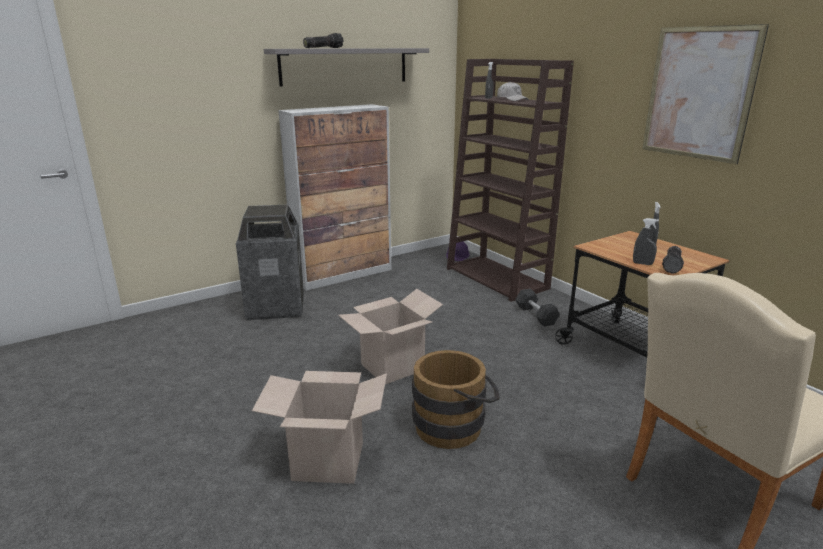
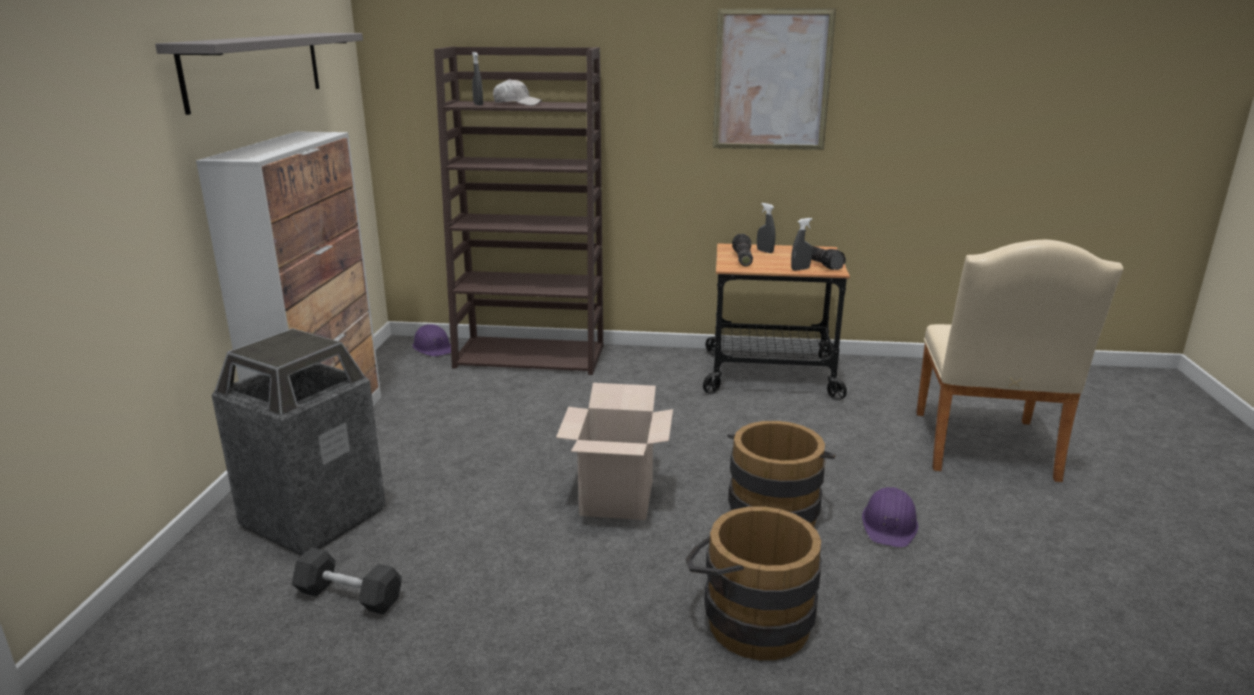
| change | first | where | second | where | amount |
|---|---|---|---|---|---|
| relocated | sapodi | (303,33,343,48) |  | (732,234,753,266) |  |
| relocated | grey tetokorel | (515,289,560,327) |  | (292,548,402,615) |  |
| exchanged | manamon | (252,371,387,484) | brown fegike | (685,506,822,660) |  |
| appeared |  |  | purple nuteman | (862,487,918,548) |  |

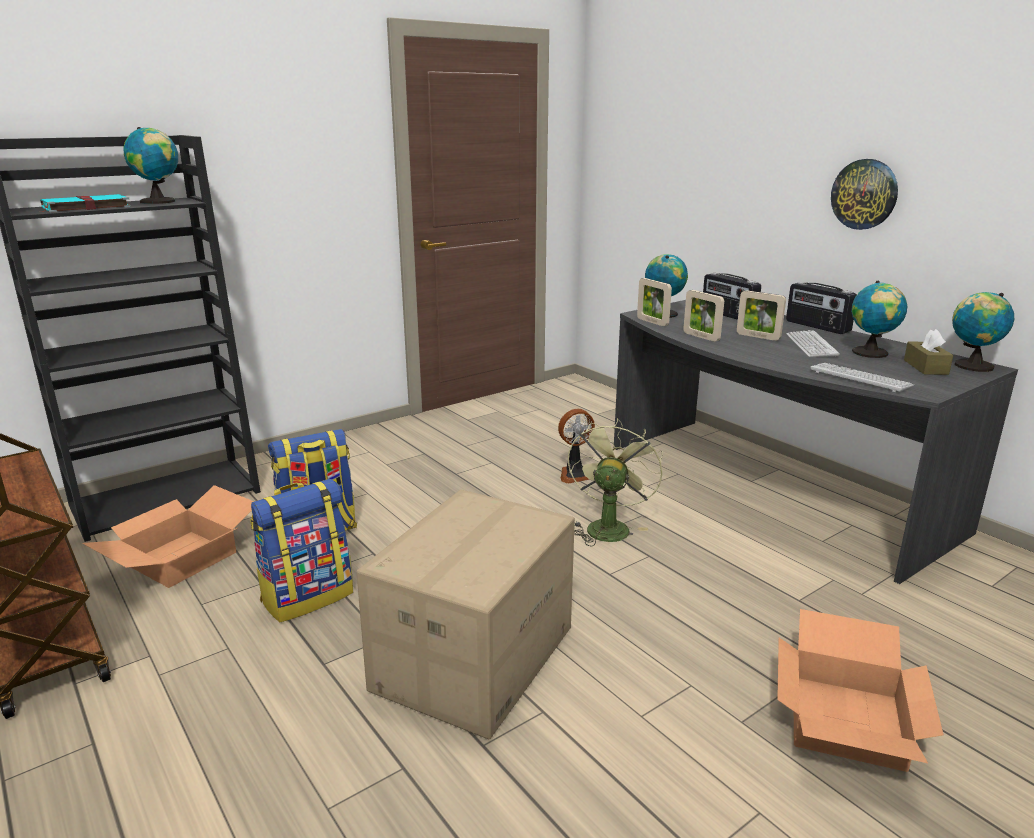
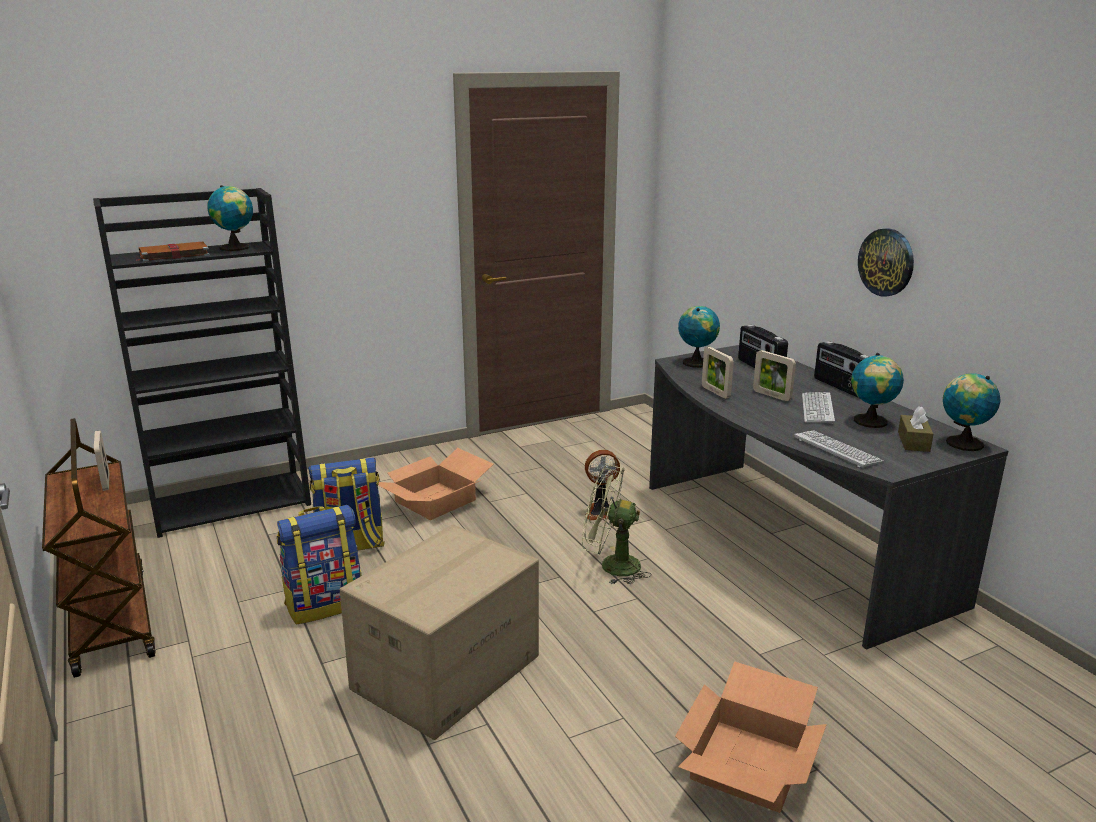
| change | first | where | second | where | amount |
|---|---|---|---|---|---|
| colour | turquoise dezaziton | (40,194,131,212) | brown dezaziton | (136,242,210,262) |  |
| relocated | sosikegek | (637,278,672,326) |  | (94,430,109,491) |  |
| spun | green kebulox | (568,418,663,547) |  | (582,464,652,584) | 105 degrees counterclockwise |
| relocated | manamon | (82,485,254,588) |  | (378,448,493,520) |  |

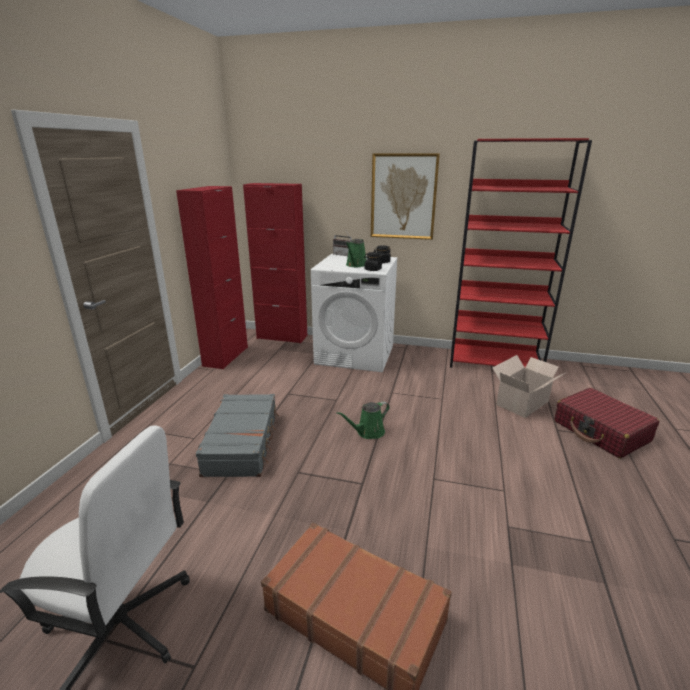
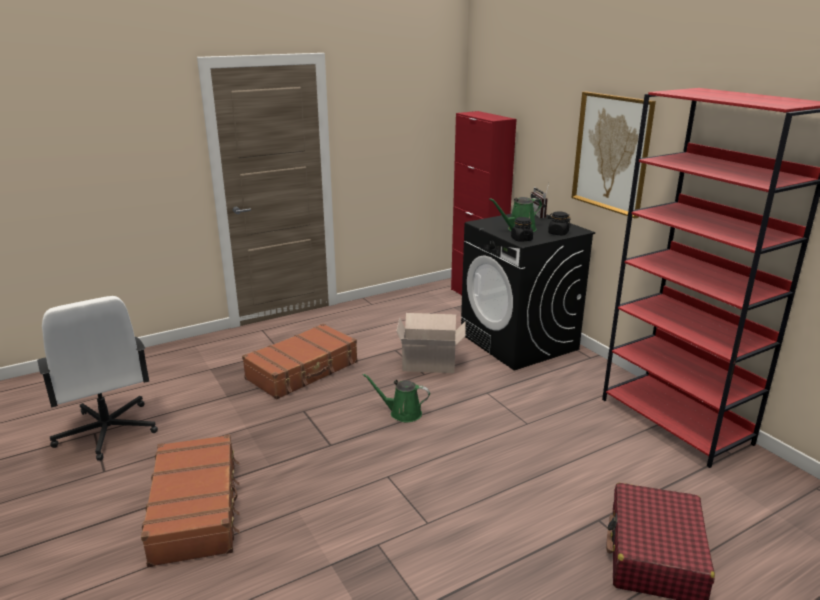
| change | first | where | second | where | amount |
|---|---|---|---|---|---|
| missing | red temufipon | (176,186,248,369) |  |  |  |
| colour | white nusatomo | (311,254,398,372) | black nusatomo | (461,214,595,371) |  |
| relocated | manamon | (493,355,565,418) |  | (396,313,465,373) |  |
| colour | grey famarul | (196,394,279,477) | brown famarul | (242,323,358,399) |  |

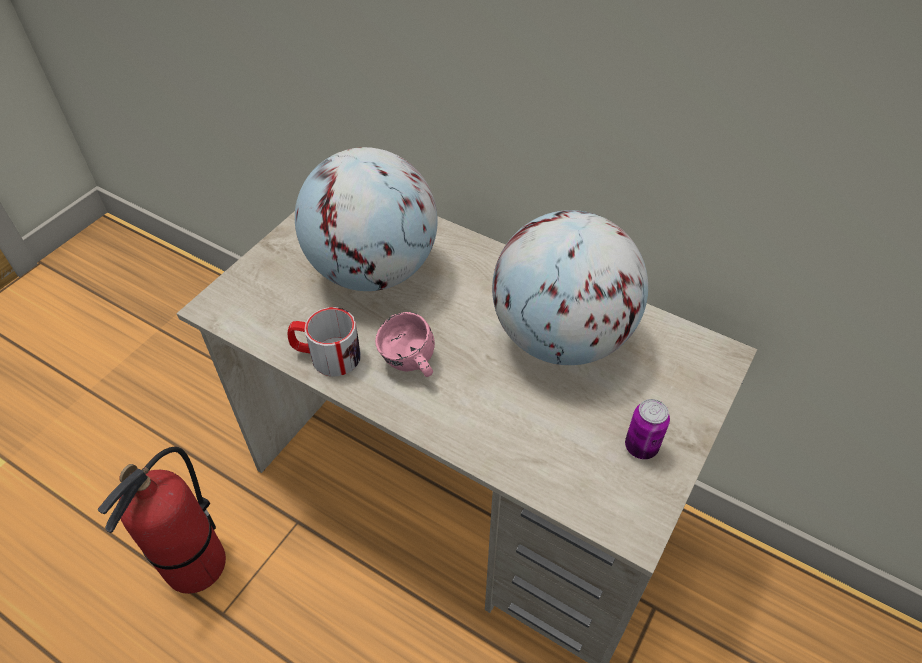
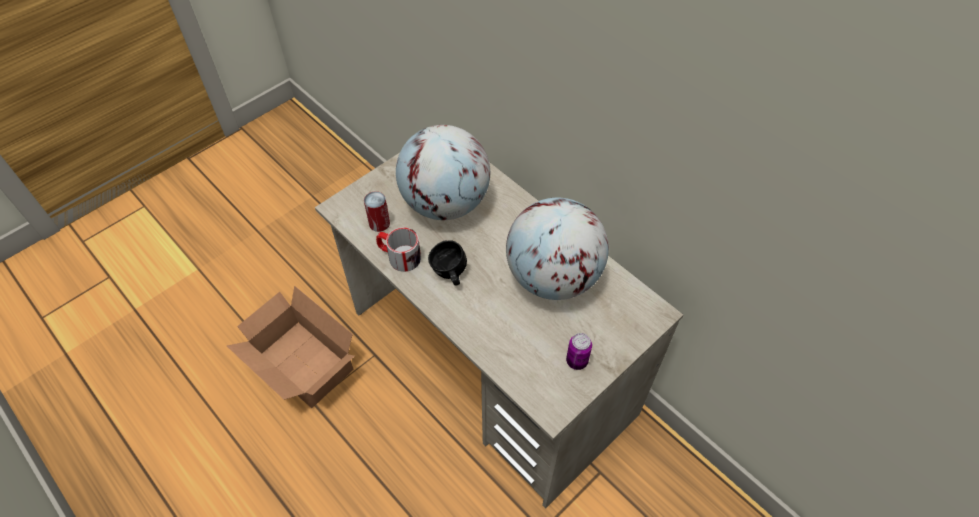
| change | first | where | second | where | amount |
|---|---|---|---|---|---|
| colour | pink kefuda | (375,312,435,377) | black kefuda | (428,240,467,286) |  |
| exchanged | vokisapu | (98,447,226,594) | manamon | (227,286,354,408) |  |
| appeared |  |  | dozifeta | (364,191,390,232) |  |

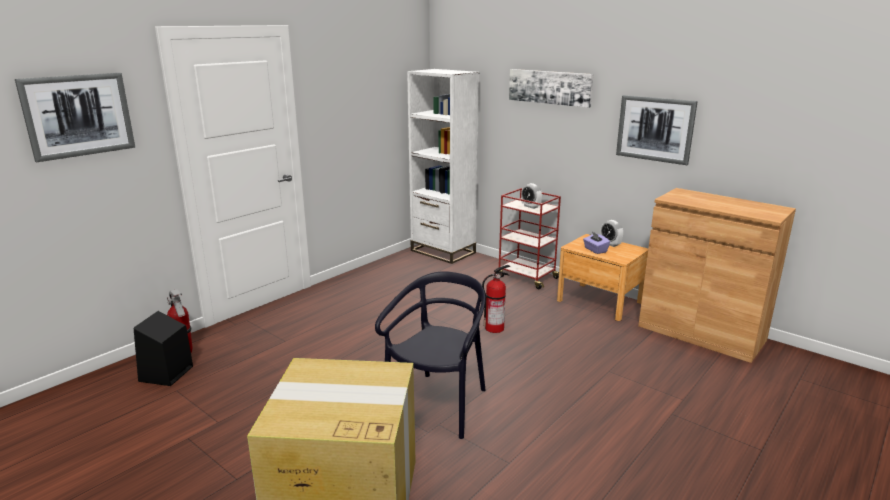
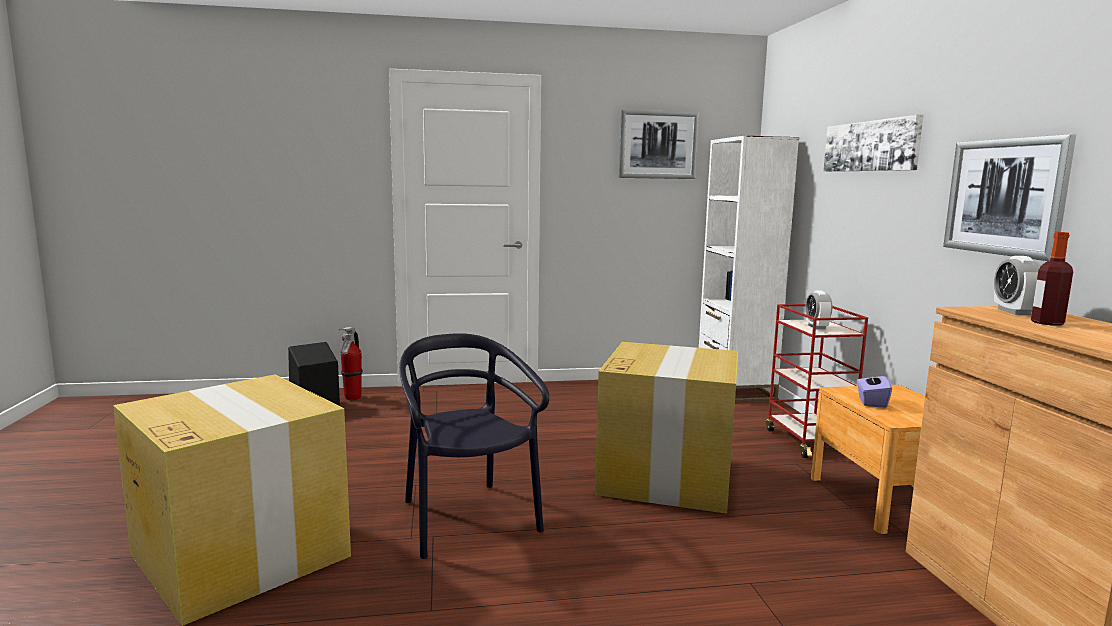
| change | first | where | second | where | amount |
|---|---|---|---|---|---|
| relocated | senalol | (15,73,135,162) |  | (619,110,699,179) |  |
| relocated | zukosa | (600,220,623,247) |  | (994,256,1041,315) |  |
| exchanged | vokisapu | (482,265,510,333) | manamon | (595,342,738,514) |  |
| spun | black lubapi | (375,271,486,439) |  | (399,333,549,559) | 90 degrees counterclockwise |
| appeared |  |  | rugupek | (1031,232,1073,326) |  |

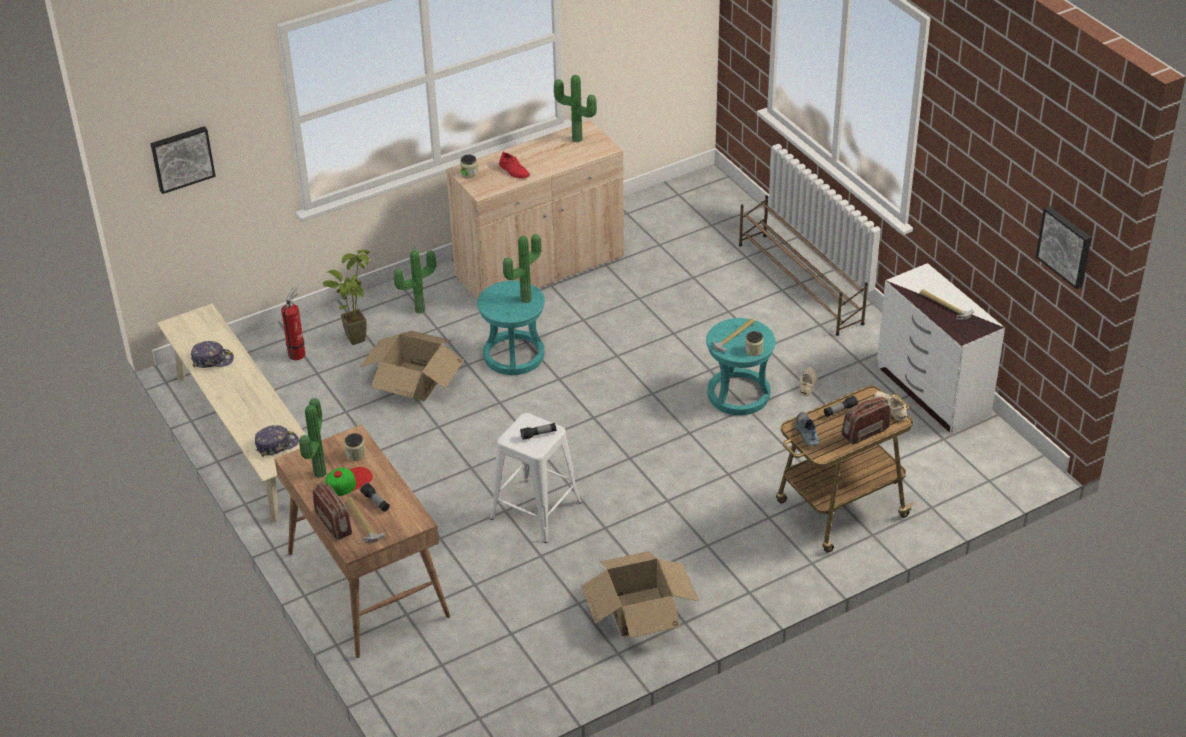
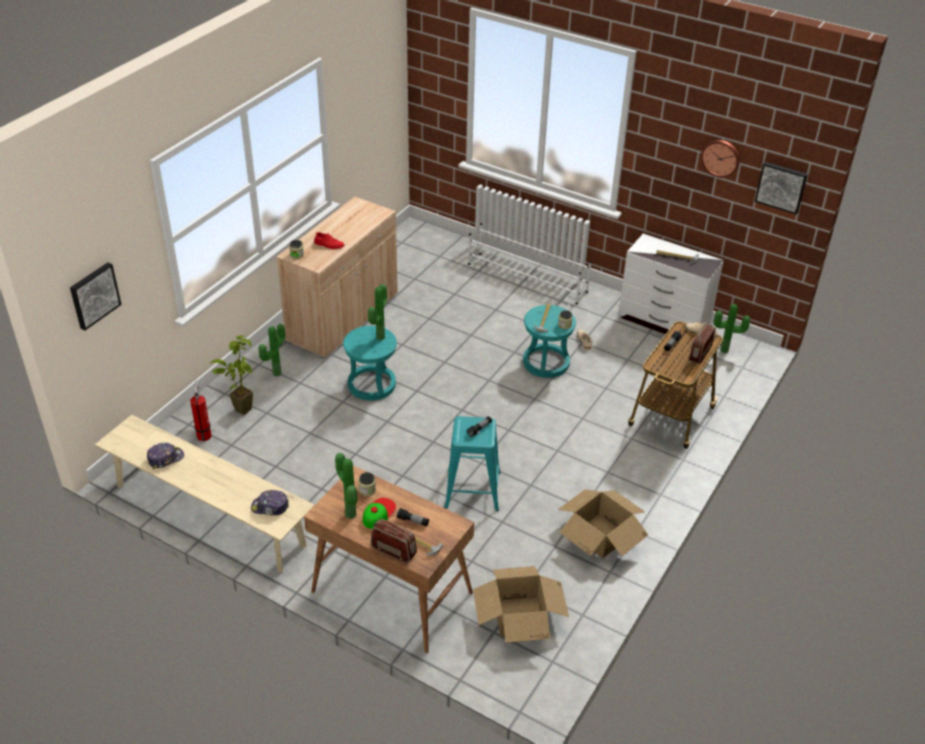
| change | first | where | second | where | amount |
|---|---|---|---|---|---|
| relocated | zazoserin | (554,75,597,143) |  | (713,304,750,353) |  |
| colour | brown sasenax | (739,195,868,336) | white sasenax | (468,223,591,305) |  |
| relocated | manamon | (360,331,464,401) |  | (473,566,569,643) |  |
| missing | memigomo | (795,411,819,446) |  |  |  |
| colour | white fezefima | (490,413,582,543) | turquoise fezefima | (444,416,501,512) |  |
| spun | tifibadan | (255,425,299,457) |  | (251,490,289,516) | 120 degrees counterclockwise |
| appeared |  |  | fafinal | (701,140,740,178) |  |

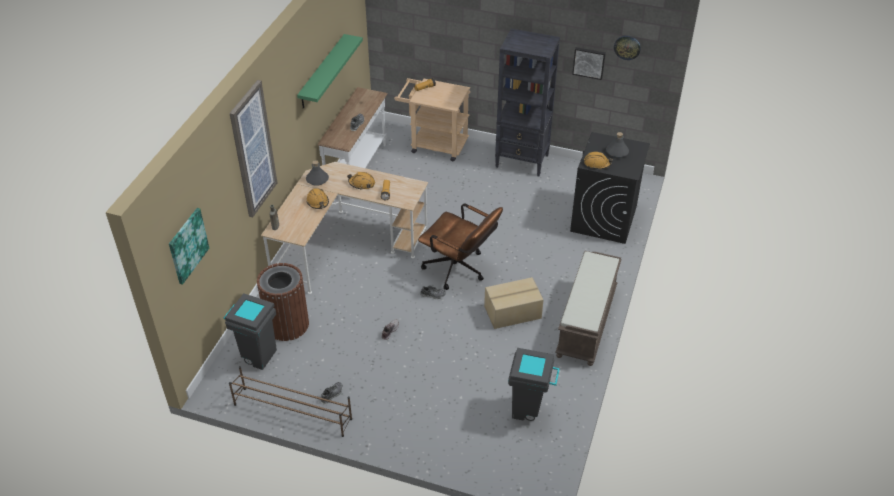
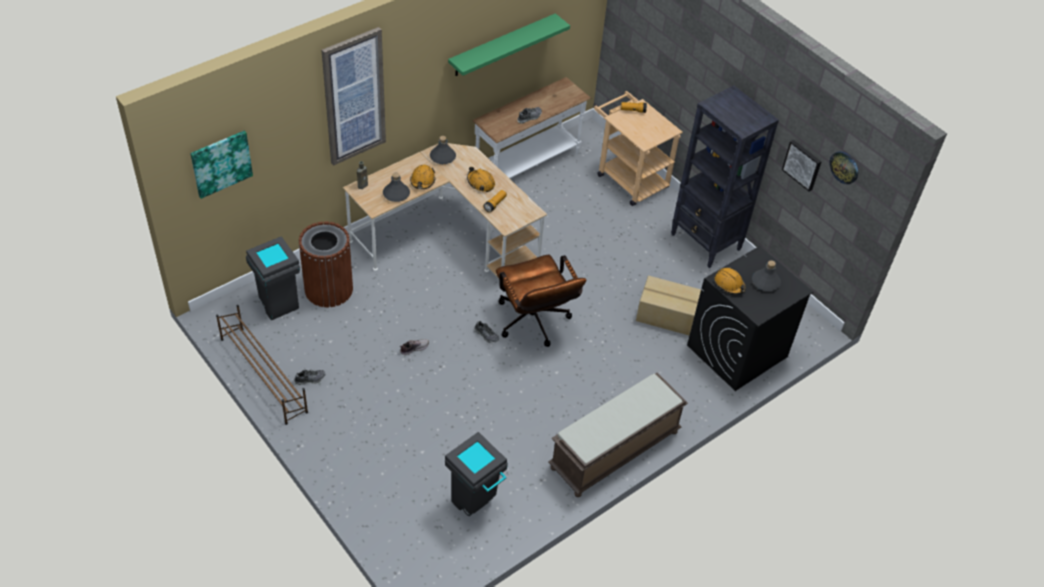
| change | first | where | second | where | amount |
|---|---|---|---|---|---|
| relocated | manamon | (484,277,544,329) |  | (636,276,701,335) |  |
| appeared |  |  | grey rugupek | (383,173,410,202) |  |

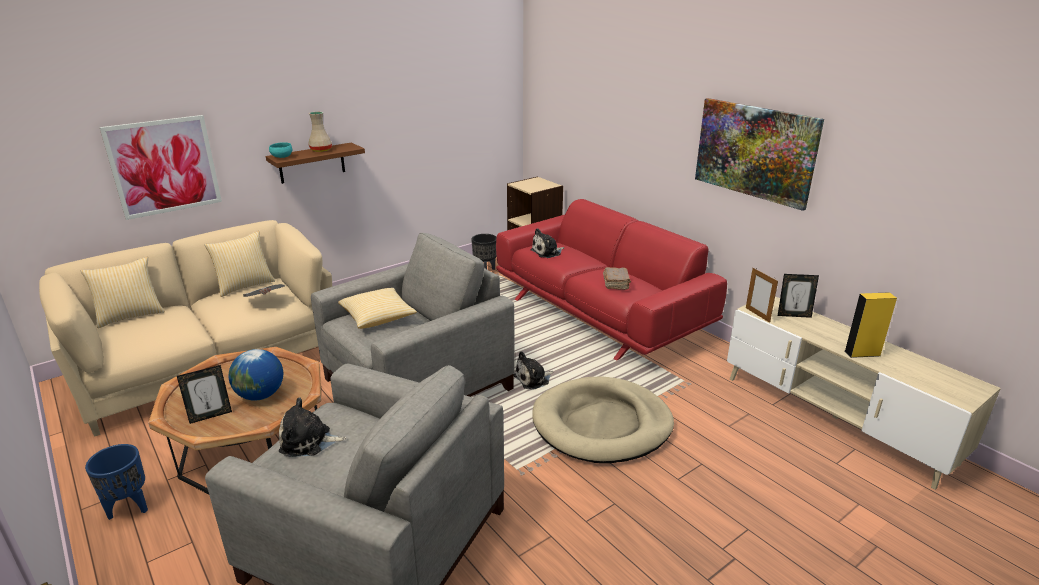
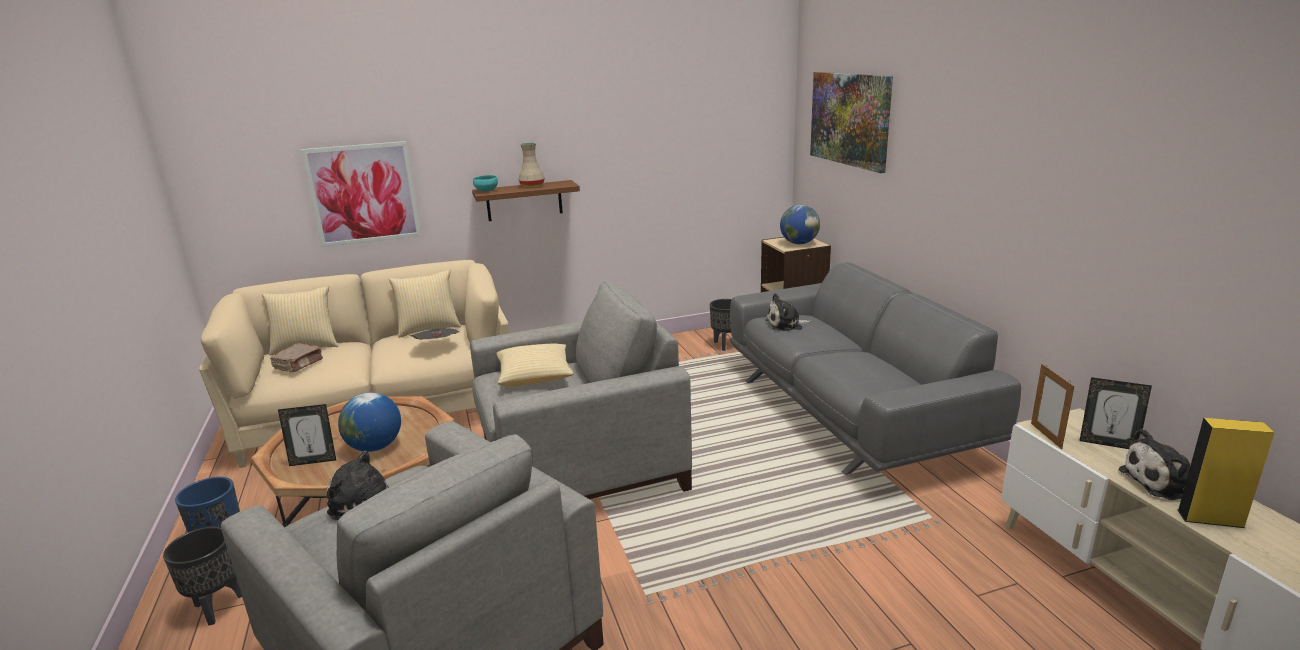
| change | first | where | second | where | amount |
|---|---|---|---|---|---|
| relocated | senalol | (695,98,824,211) |  | (810,72,893,173) |  |
| colour | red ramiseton | (496,199,727,361) | grey ramiseton | (730,262,1021,475) |  |
| relocated | brown dezaziton | (603,267,631,290) |  | (270,343,323,372) |  |
| relocated | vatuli | (514,351,554,390) |  | (1118,428,1190,500) |  |
| missing | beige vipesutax | (532,376,674,463) |  |  |  |
| appeared |  |  | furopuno | (780,205,820,244) |  |
| appeared |  |  | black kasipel | (163,527,242,626) |  |

